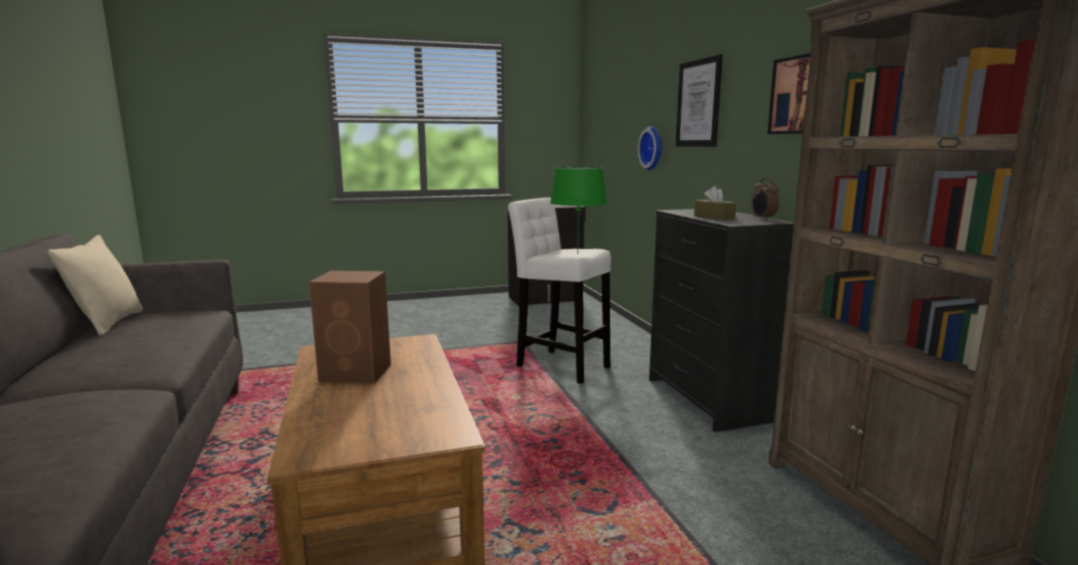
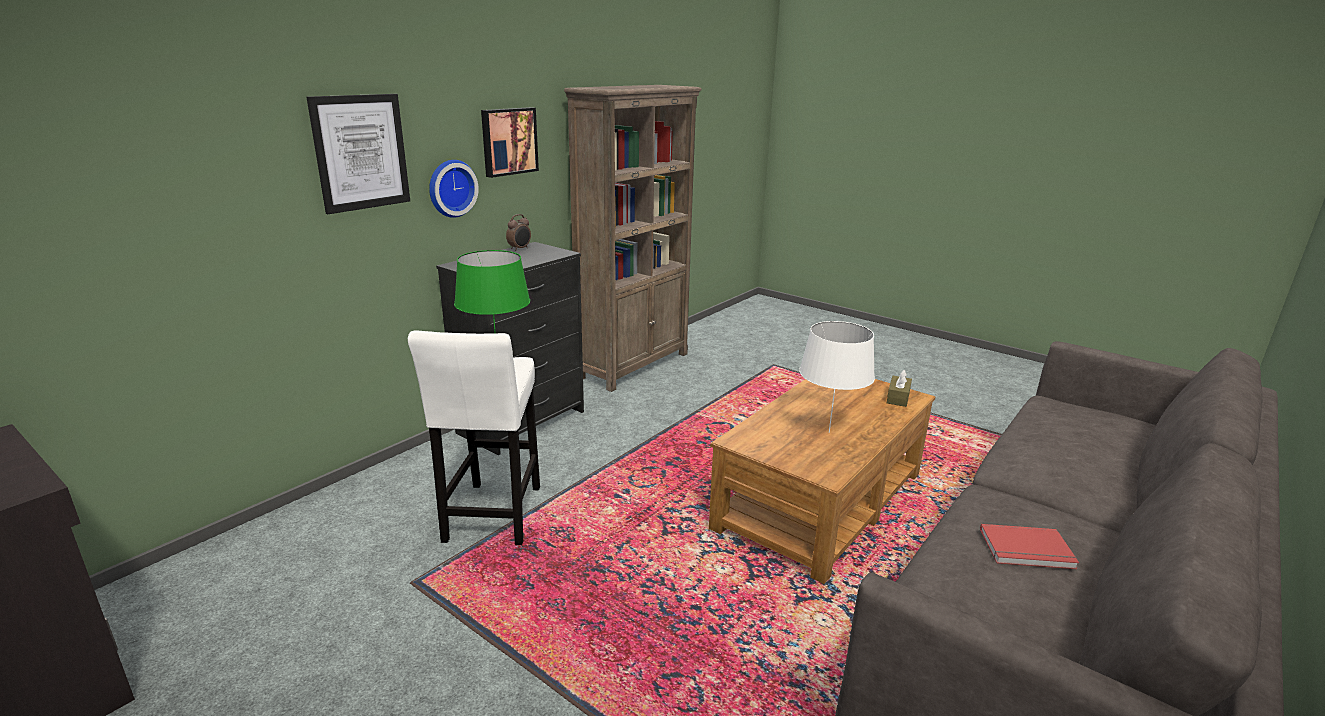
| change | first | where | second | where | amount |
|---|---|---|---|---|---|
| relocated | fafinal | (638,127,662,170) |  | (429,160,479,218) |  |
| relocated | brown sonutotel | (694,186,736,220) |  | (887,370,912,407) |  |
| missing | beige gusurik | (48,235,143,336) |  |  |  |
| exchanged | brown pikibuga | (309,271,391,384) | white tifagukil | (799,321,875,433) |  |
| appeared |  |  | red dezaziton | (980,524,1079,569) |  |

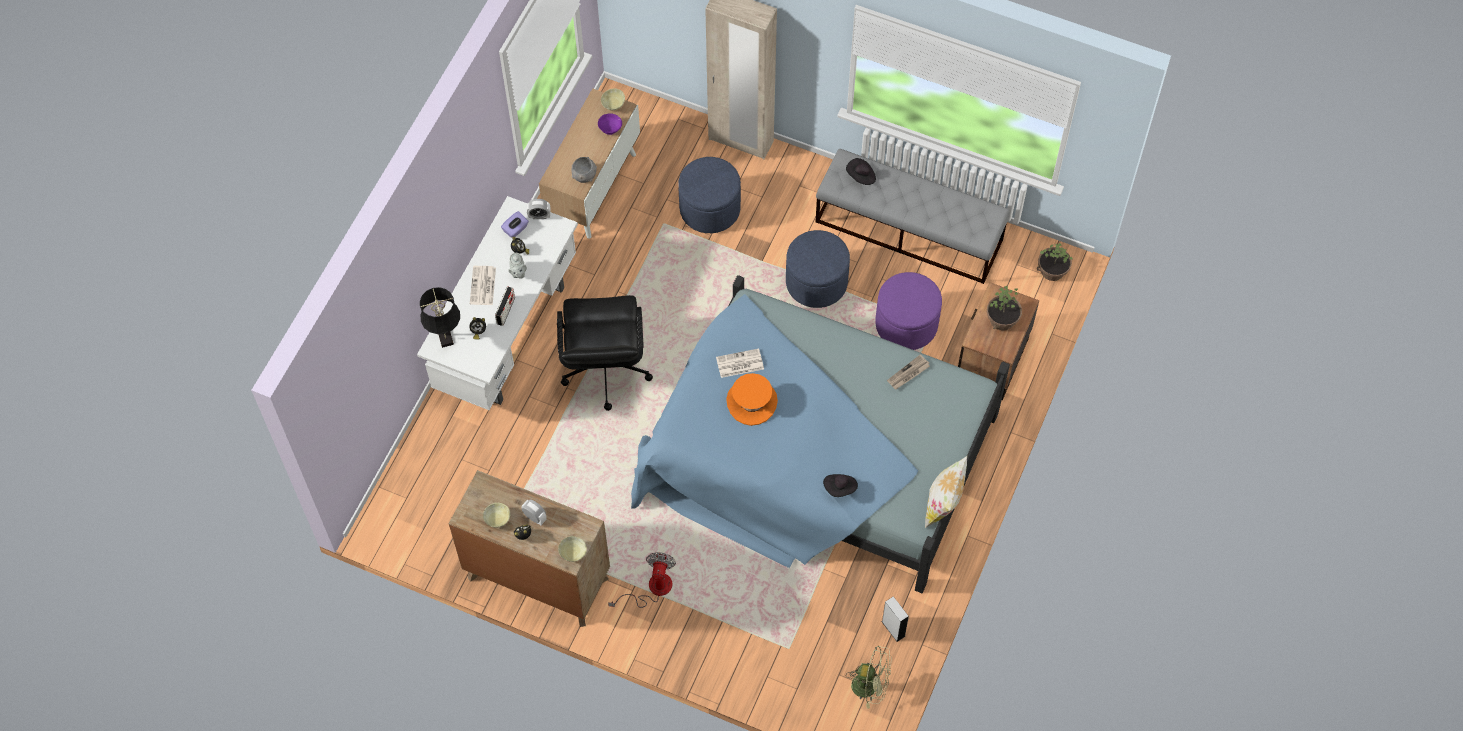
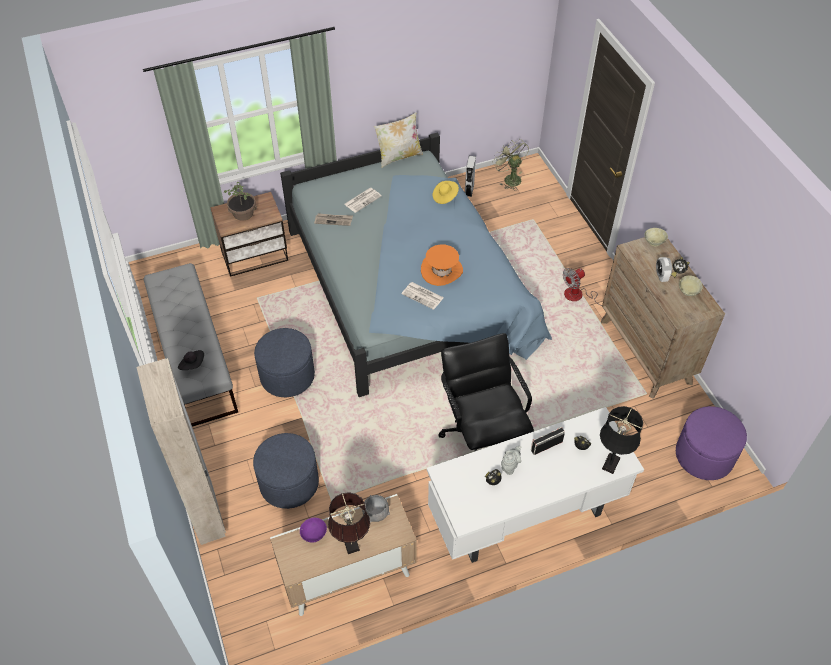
| change | first | where | second | where | amount |
|---|---|---|---|---|---|
| missing | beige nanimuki | (601,89,625,110) |  |  |  |
| missing | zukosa | (527,199,550,219) |  |  |  |
| missing | purple sonutotel | (501,211,529,238) |  |  |  |
| missing | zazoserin | (1037,243,1073,281) |  |  |  |
| relocated | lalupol | (470,266,496,305) |  | (344,188,382,213) |  |
| relocated | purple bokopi | (876,272,942,350) |  | (676,406,747,480) |  |
| spun | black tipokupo | (557,295,653,411) |  | (438,333,534,452) | 60 degrees counterclockwise |
| colour | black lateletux | (823,474,858,497) | yellow lateletux | (433,181,459,204) |  |
| appeared |  |  | brown tifagukil | (328,492,370,554) |  |

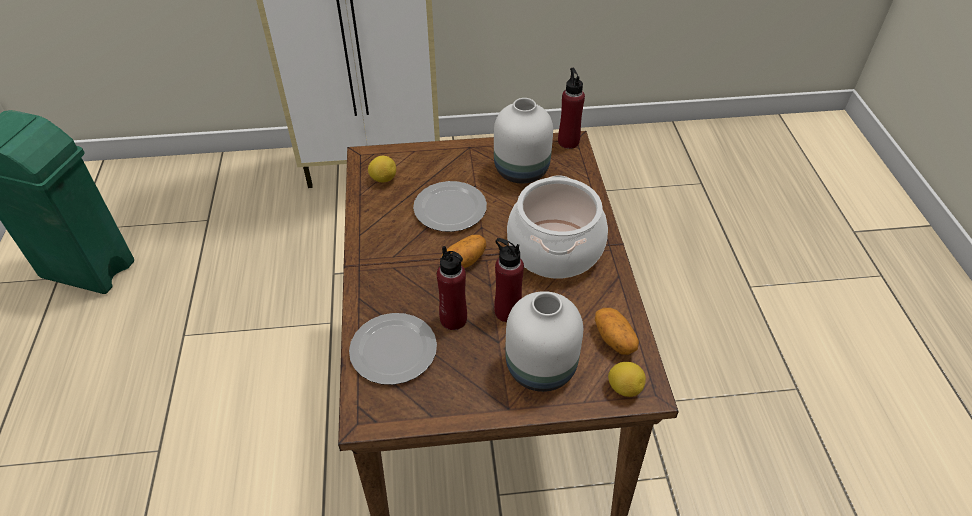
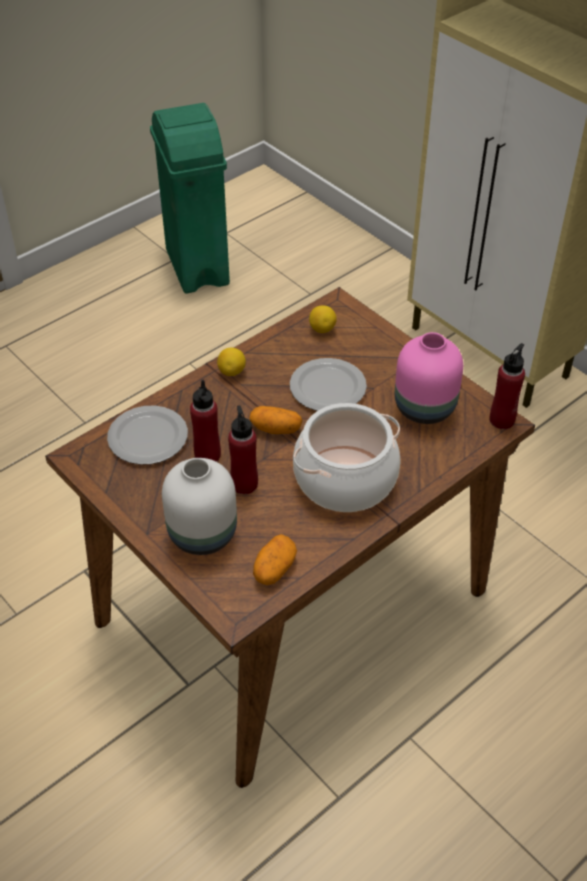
| change | first | where | second | where | amount |
|---|---|---|---|---|---|
| colour | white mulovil | (494,98,553,184) | pink mulovil | (395,332,463,424) |  |
| relocated | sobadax | (608,362,646,397) |  | (217,348,246,376) |  |

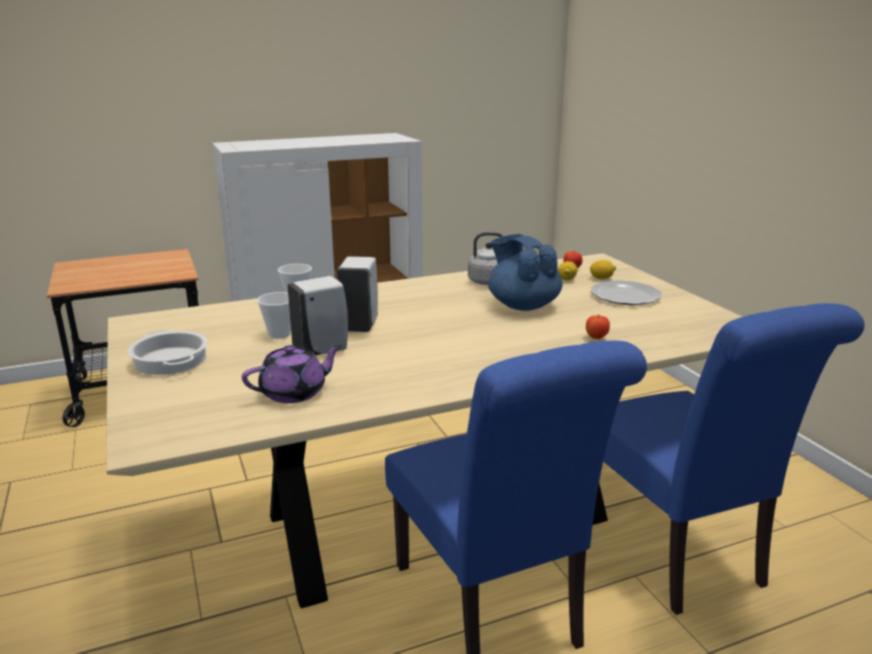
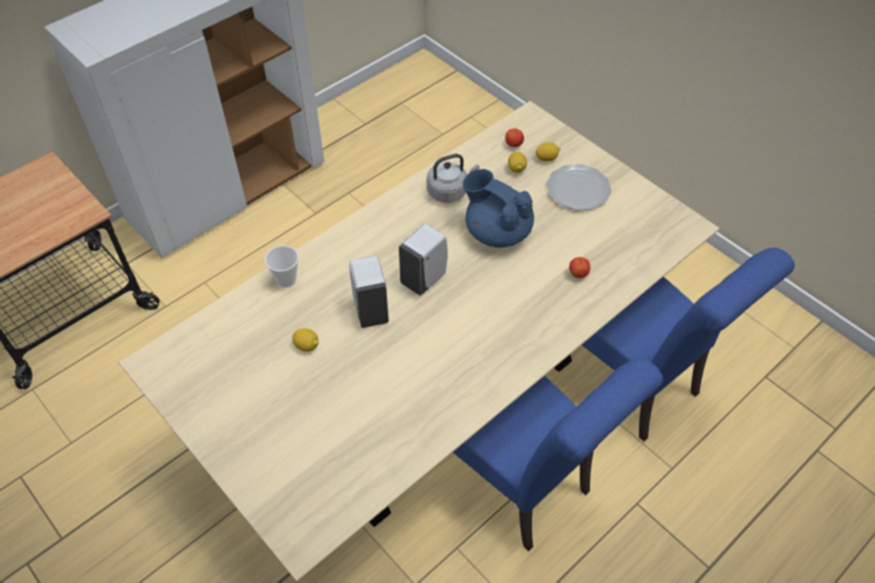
| change | first | where | second | where | amount |
|---|---|---|---|---|---|
| relocated | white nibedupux | (287,276,348,355) |  | (399,223,448,296) |  |
| exchanged | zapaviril | (257,292,291,339) | sobadax | (292,328,319,352) |  |
| missing | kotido | (127,329,208,375) |  |  |  |
| missing | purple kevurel | (242,345,342,403) |  |  |  |

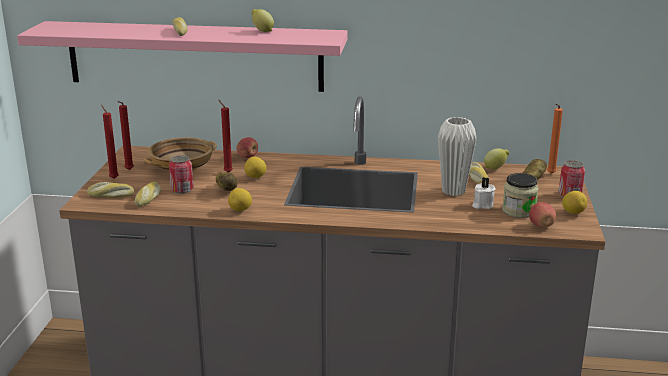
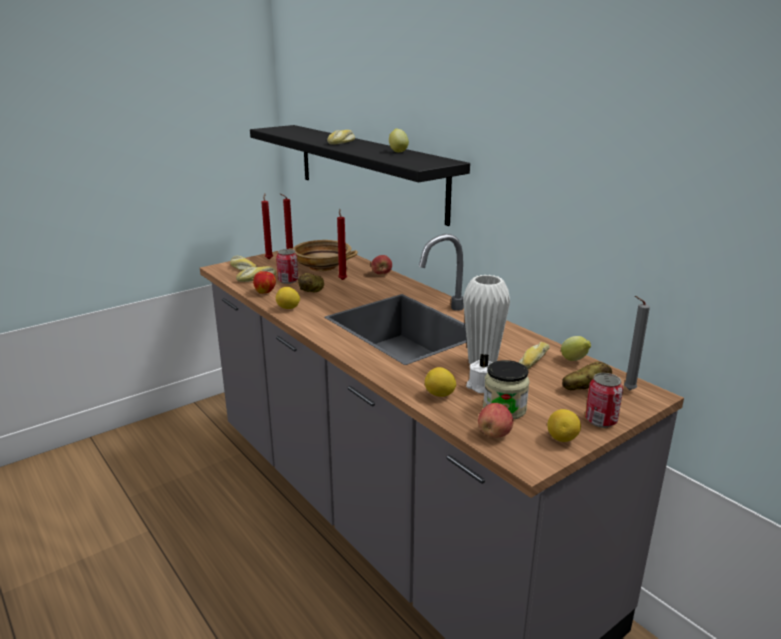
| change | first | where | second | where | amount |
|---|---|---|---|---|---|
| colour | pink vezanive | (17,21,348,92) | black vezanive | (250,125,470,226) |  |
| colour | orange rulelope | (547,104,563,174) | grey rulelope | (624,296,650,390) |  |
| relocated | sobadax | (244,157,267,178) |  | (425,367,456,397) |  |
| appeared |  |  | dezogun | (253,271,276,294) |  |

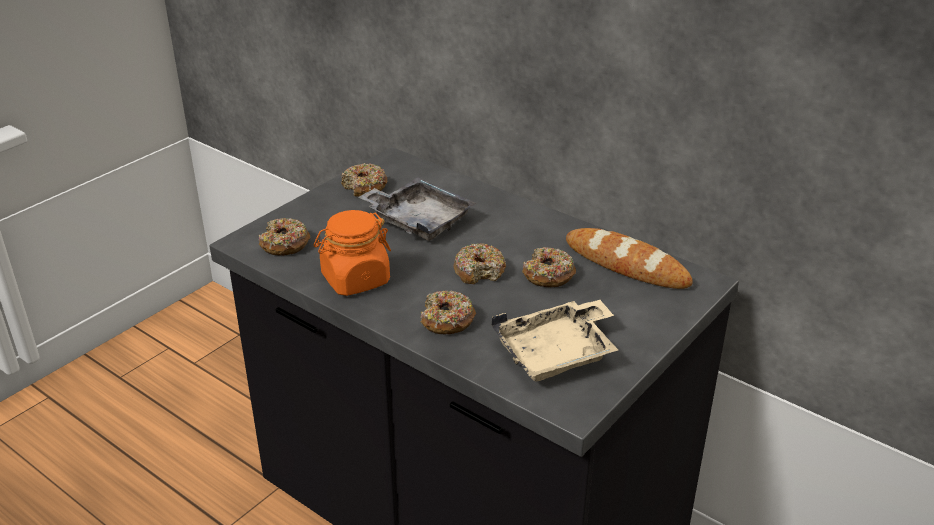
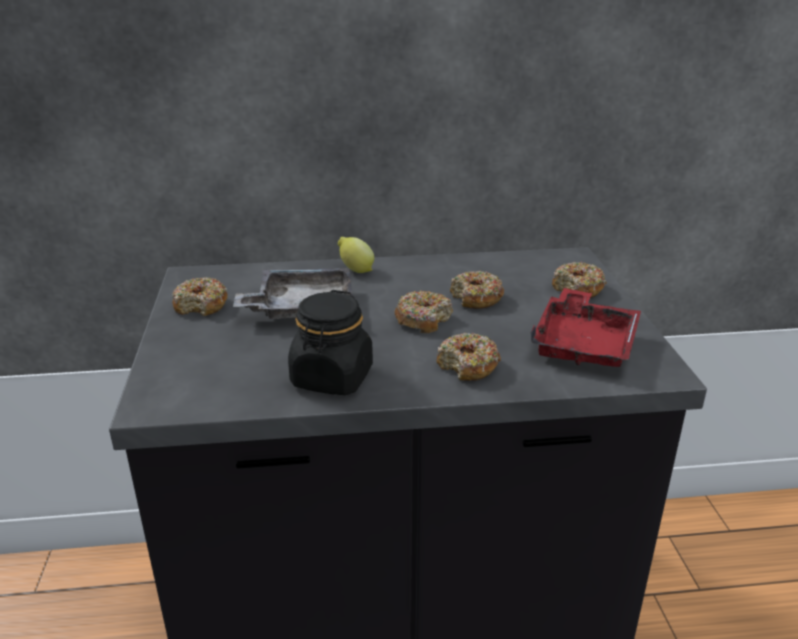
| change | first | where | second | where | amount |
|---|---|---|---|---|---|
| colour | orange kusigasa | (313,210,391,296) | black kusigasa | (288,290,373,395) |  |
| relocated | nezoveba | (259,218,310,255) |  | (552,262,607,298) |  |
| missing | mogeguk | (566,228,693,289) |  |  |  |
| colour | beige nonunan | (492,300,618,382) | red nonunan | (531,288,641,367) |  |
| appeared |  |  | sobadax | (338,237,374,273) |  |

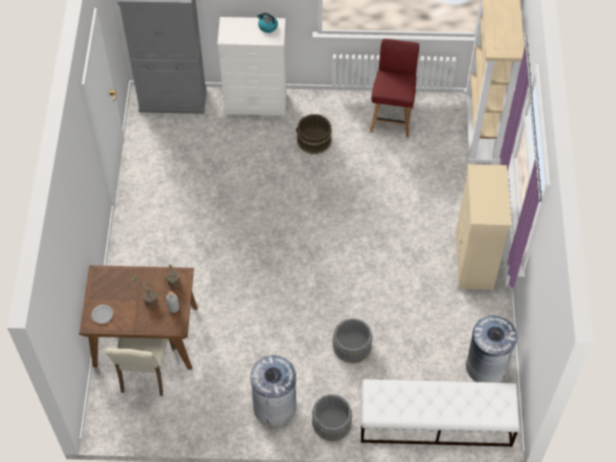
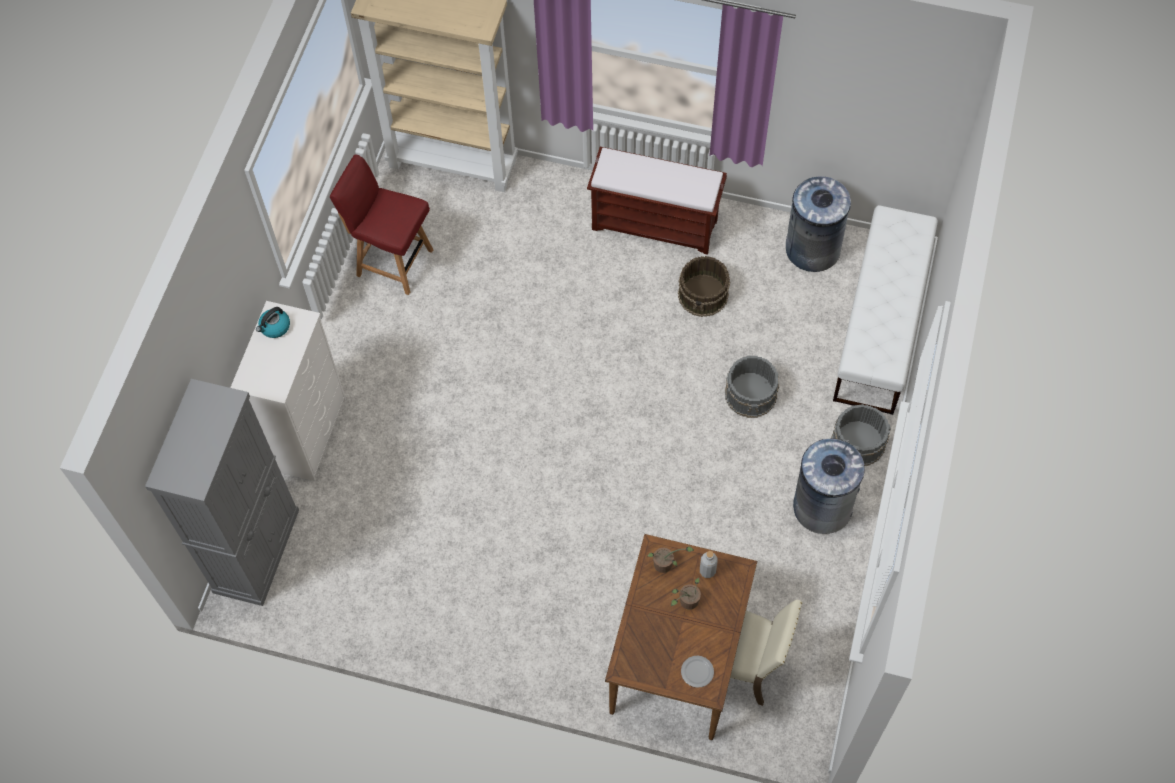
| change | first | where | second | where | amount |
|---|---|---|---|---|---|
| relocated | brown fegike | (296,114,332,154) |  | (678,256,730,317) |  |
| exchanged | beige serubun | (456,164,511,290) | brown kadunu | (587,147,727,255) |  |

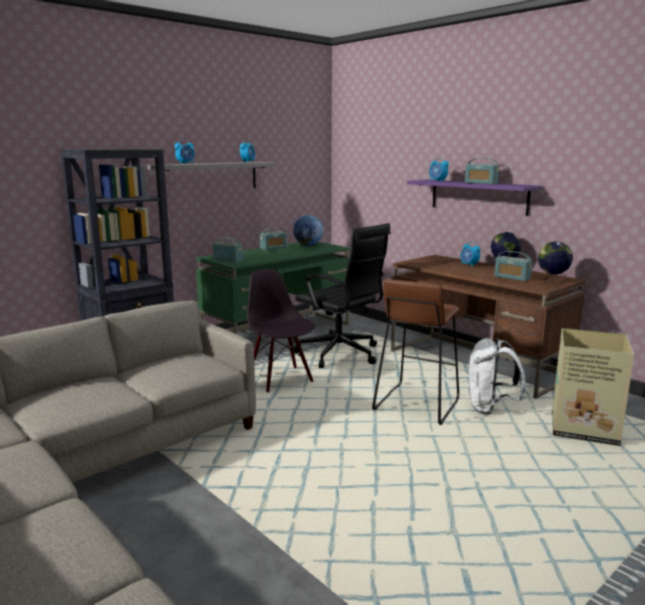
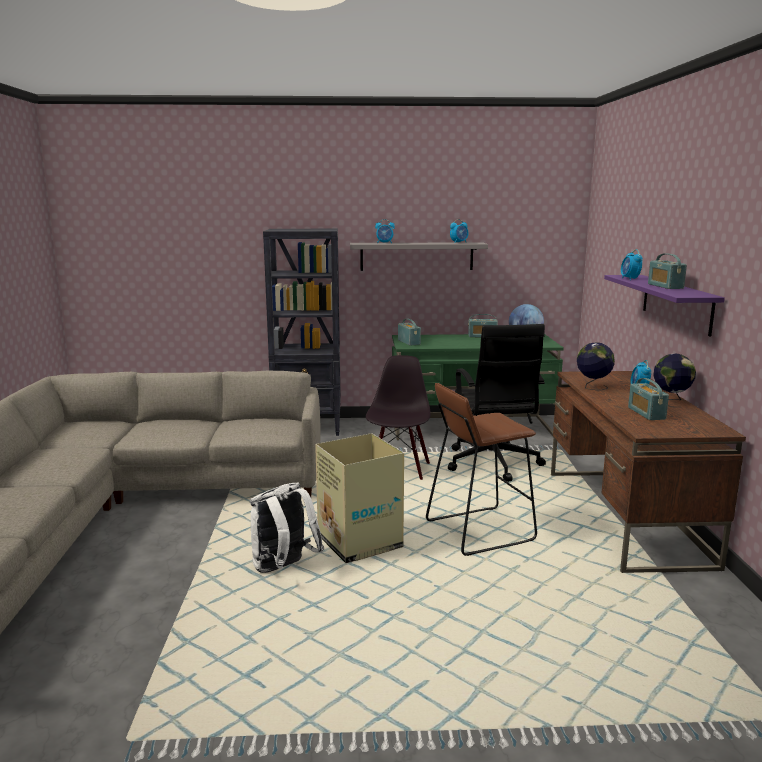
| change | first | where | second | where | amount |
|---|---|---|---|---|---|
| relocated | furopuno | (538,242,573,284) |  | (577,342,615,390) |  |
| relocated | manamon | (552,328,634,446) |  | (315,433,404,563) |  |
| relocated | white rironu | (468,338,525,415) |  | (250,482,324,573) |  |

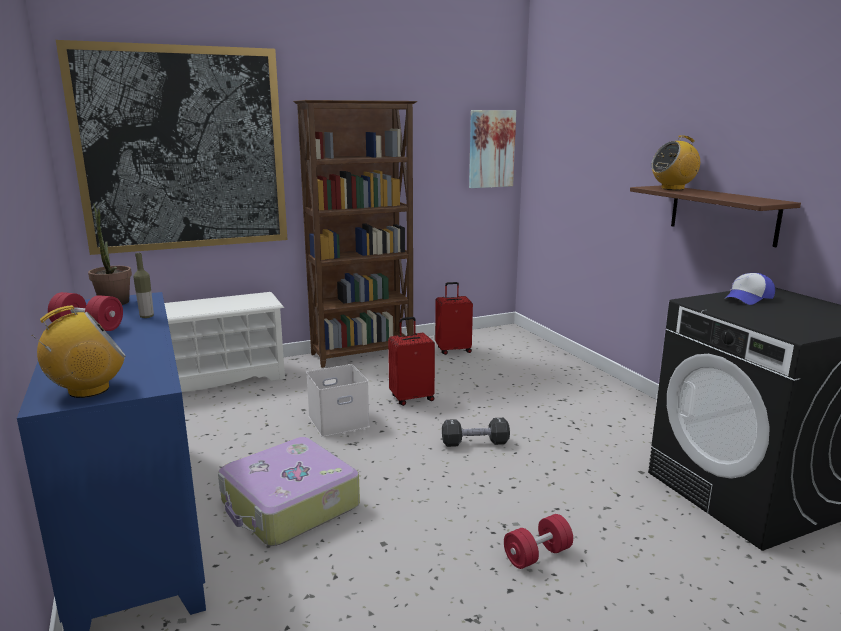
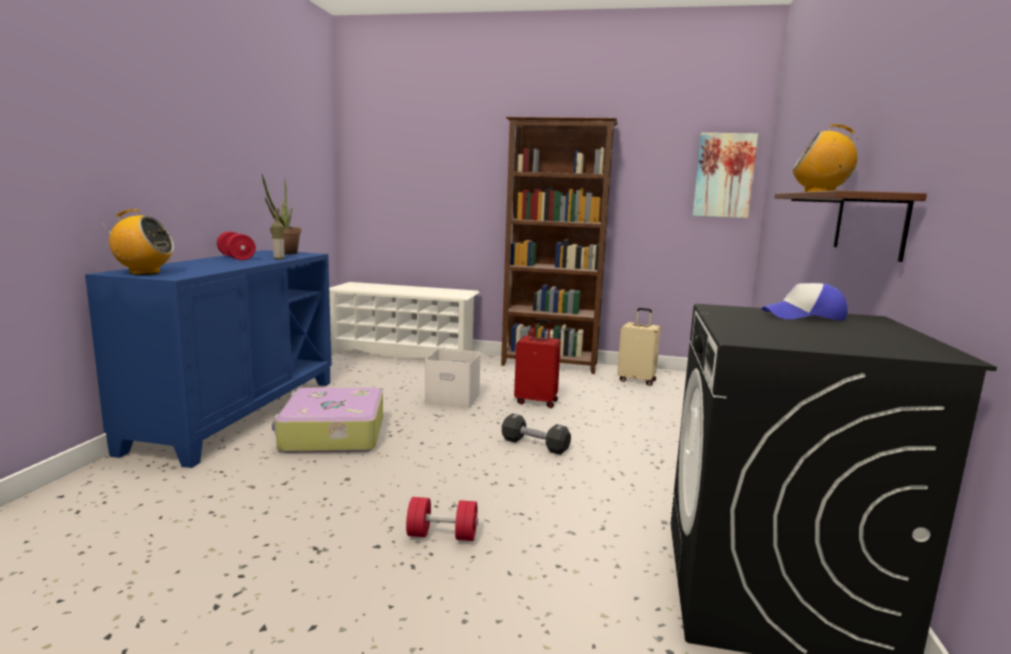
| change | first | where | second | where | amount |
|---|---|---|---|---|---|
| missing | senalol | (56,40,287,255) |  |  |  |
| colour | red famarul | (435,282,473,355) | beige famarul | (617,308,661,386) |  |

